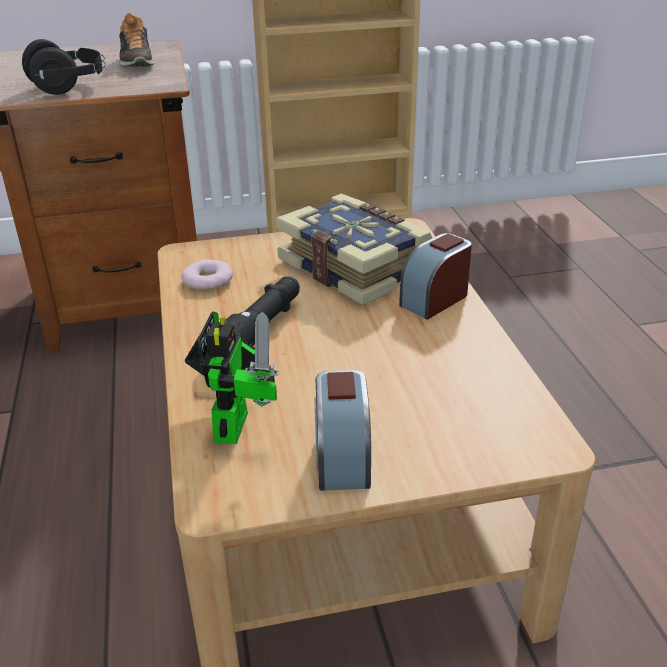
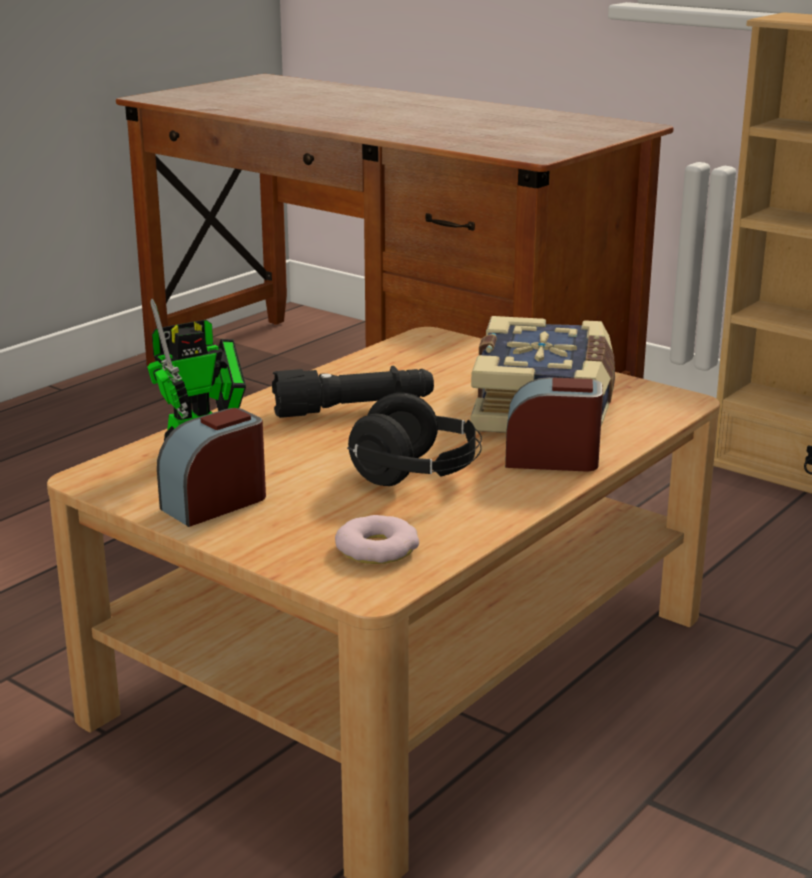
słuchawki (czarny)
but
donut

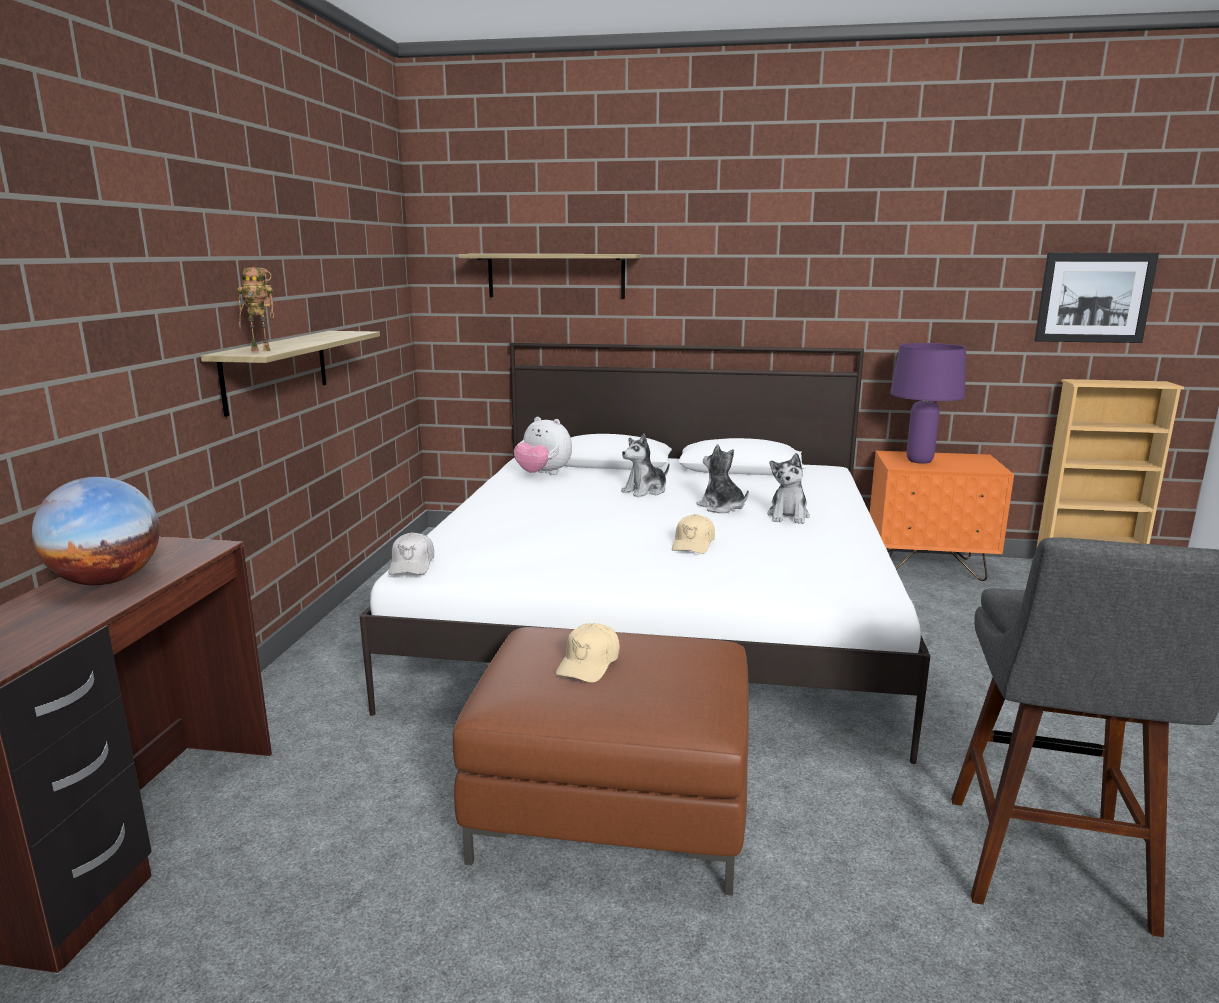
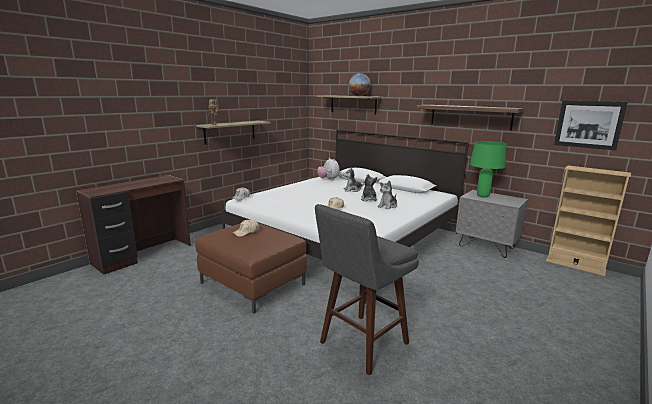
globus
szafka nocna (szary)
lampa stołowa (zielony)
półka (3rd from left)

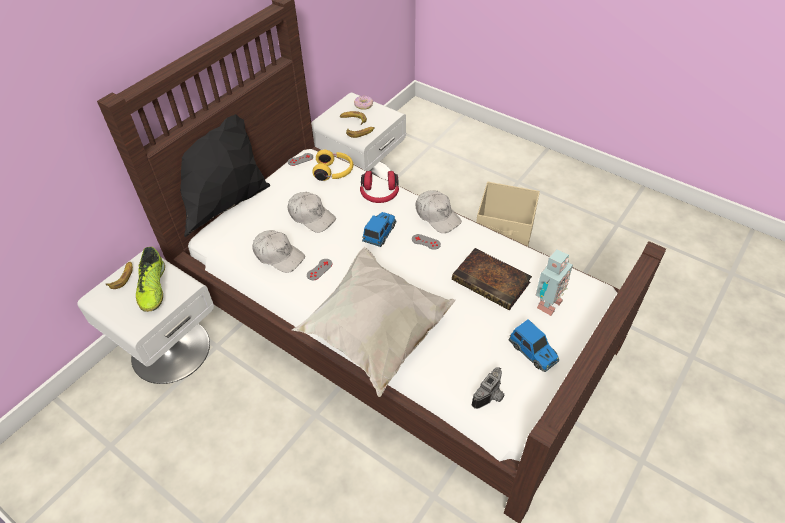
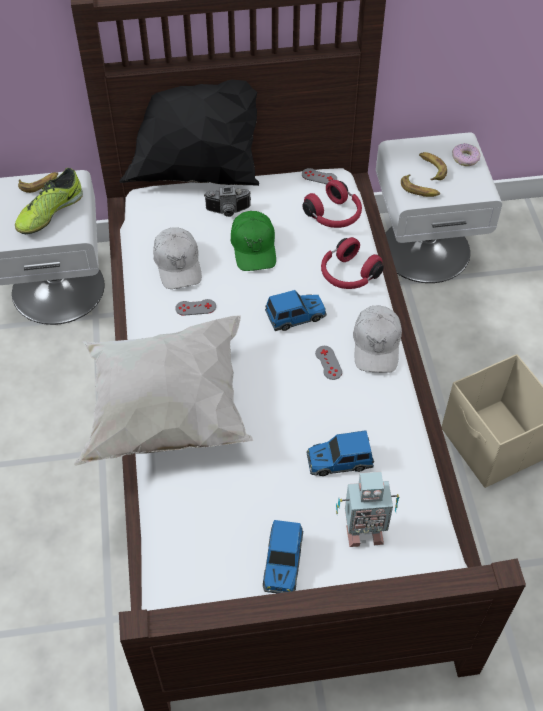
czapka z daszkiem (zielony)
słuchawki (czerwony) (1st from left)
samochodzik (3rd from left)
aparat fotograficzny

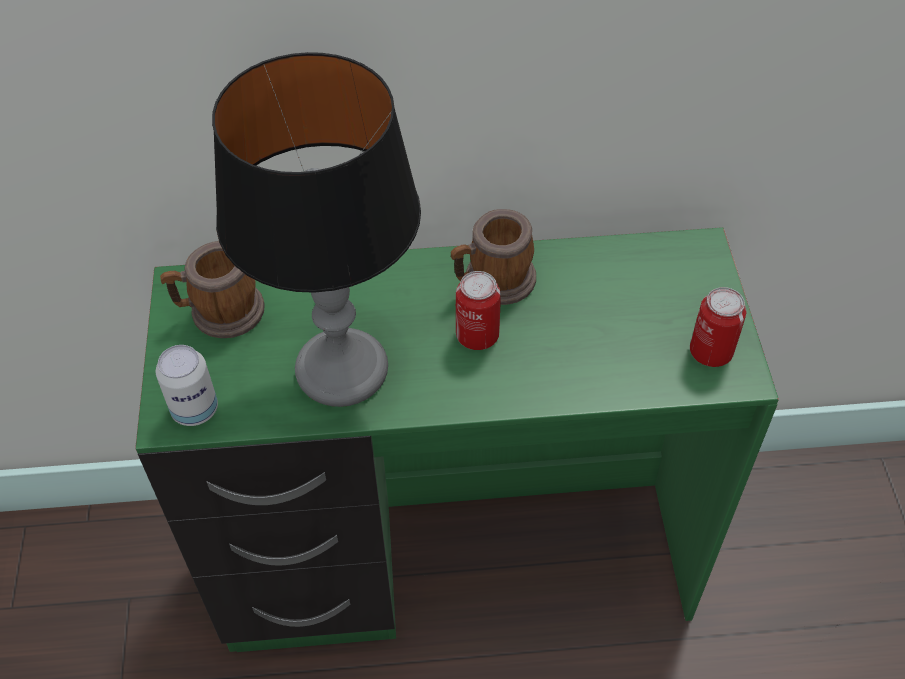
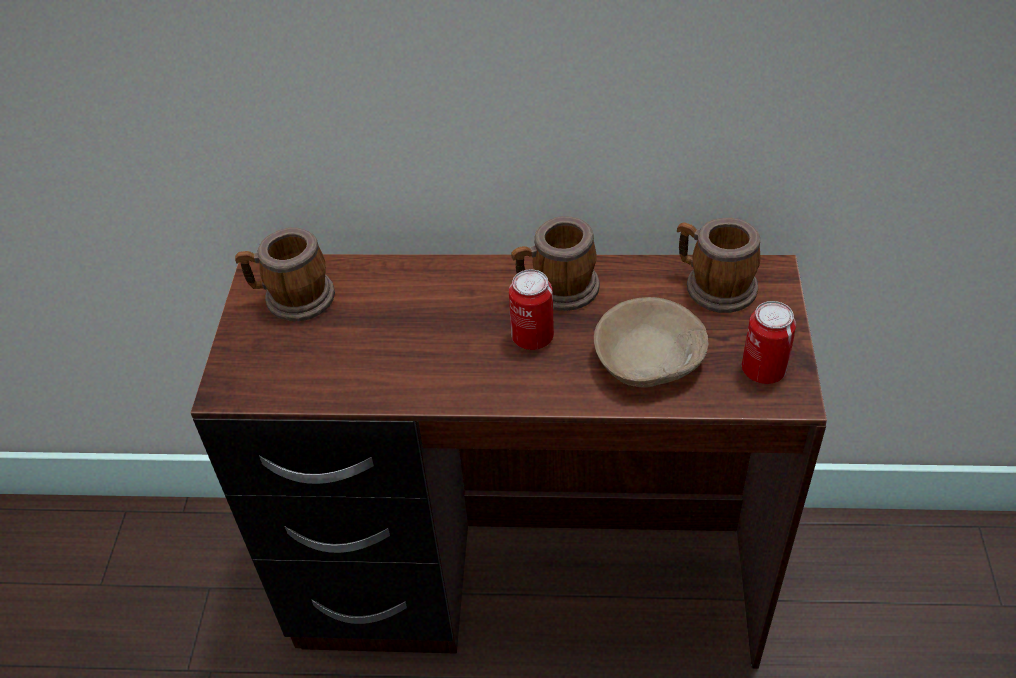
biurko (brązowy)
puszka (1st from left in the first image)
lampa stołowa
miska (beżowy)
kubek (3rd from left)

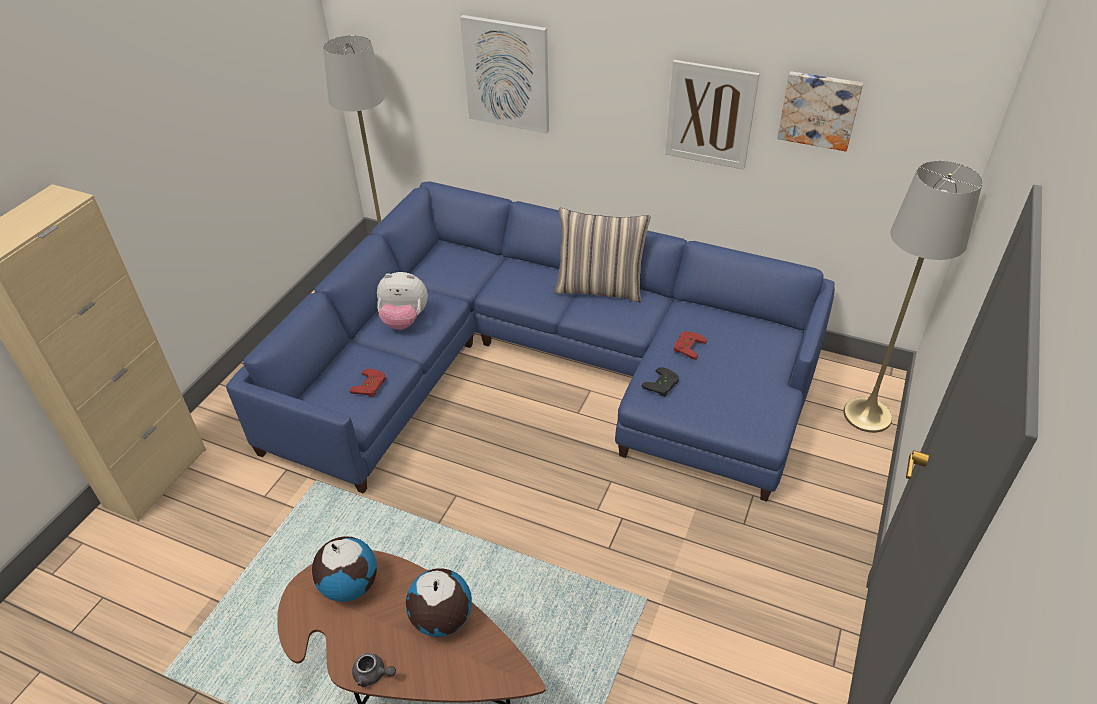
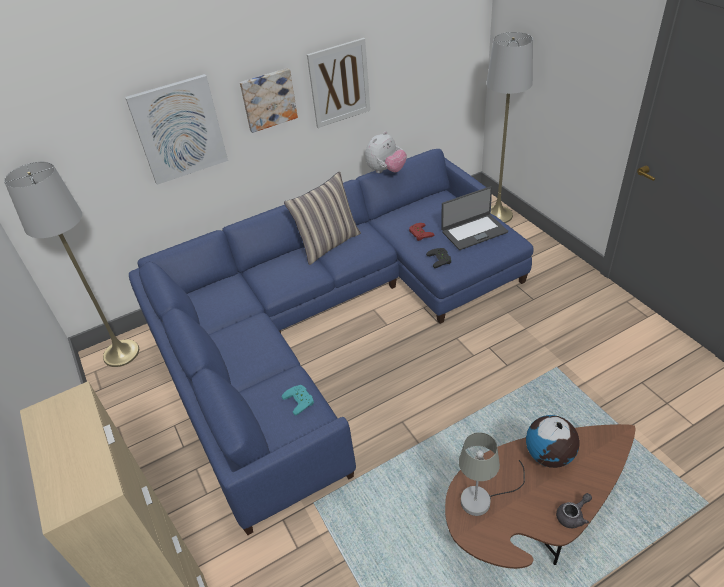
lampa stołowa (szary)
pad do gier (turkusowy)
pluszak
obraz (2nd from left)
laptop

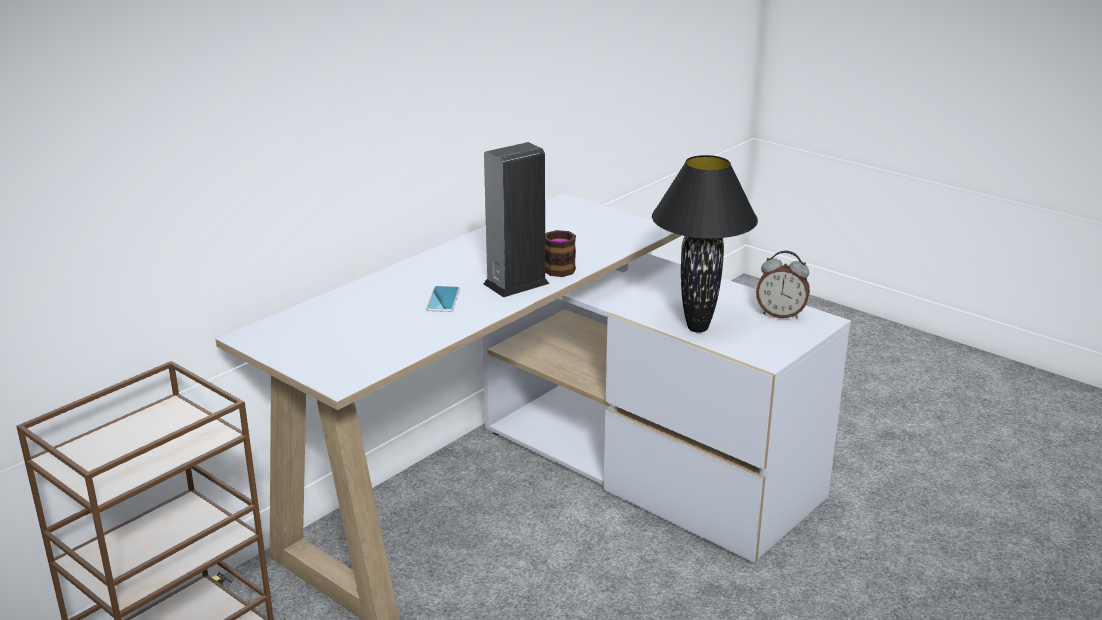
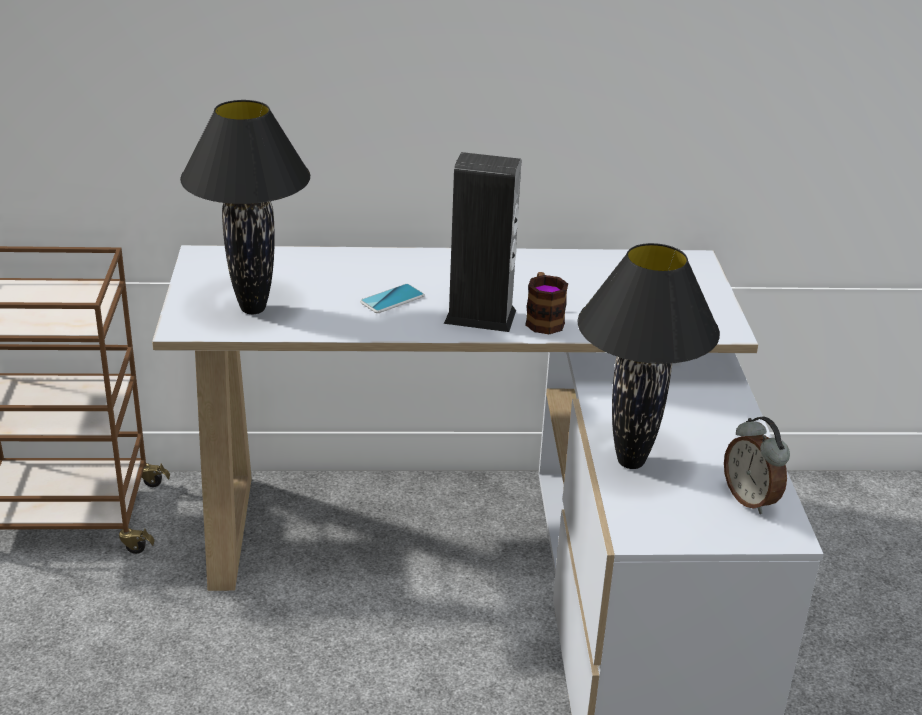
lampa stołowa (czarny) (1st from left)

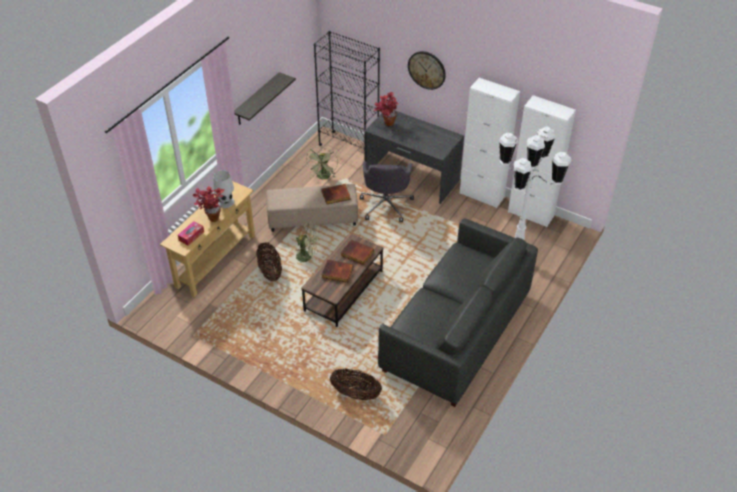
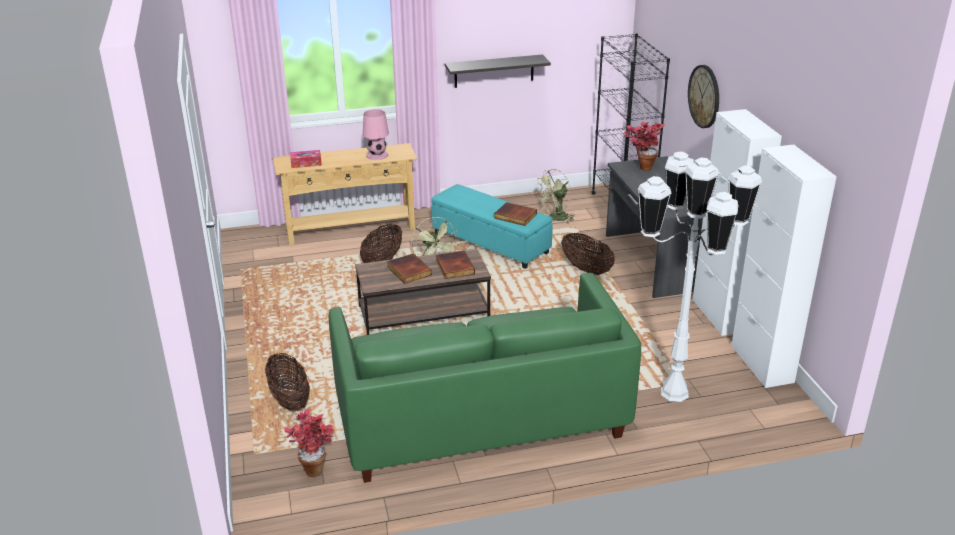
roślina doniczkowa (1st from left)
lampa stołowa (różowy)
pufa (turkusowy)
koszyk (3rd from left)
kanapa (zielony)

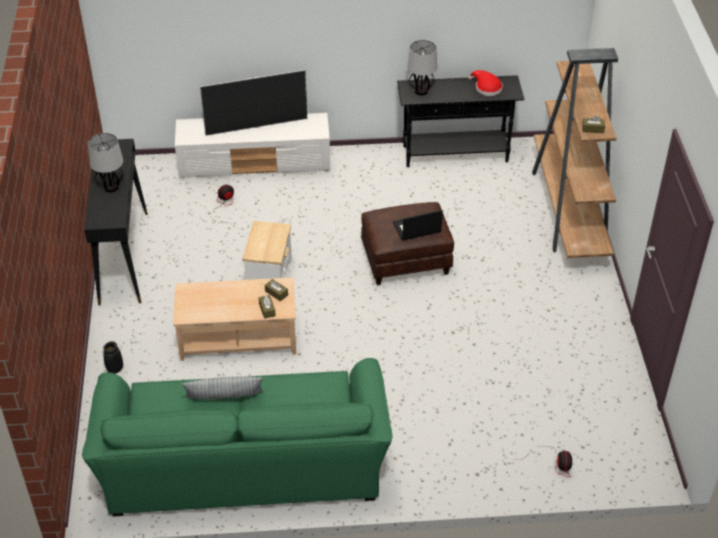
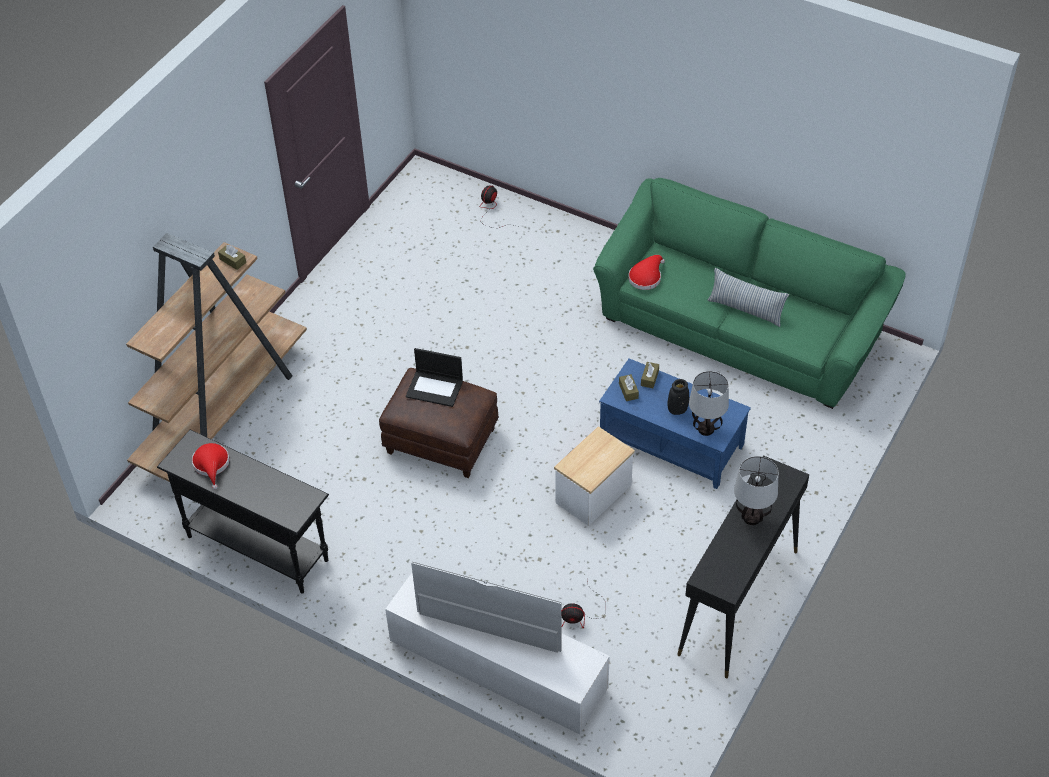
wazon (czarny)
ława (niebieski)
lampa stołowa (1st from left)
kapelusz (czerwony) (2nd from left)

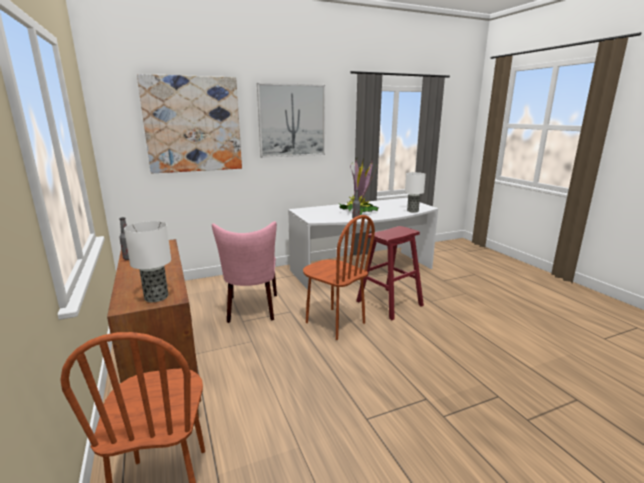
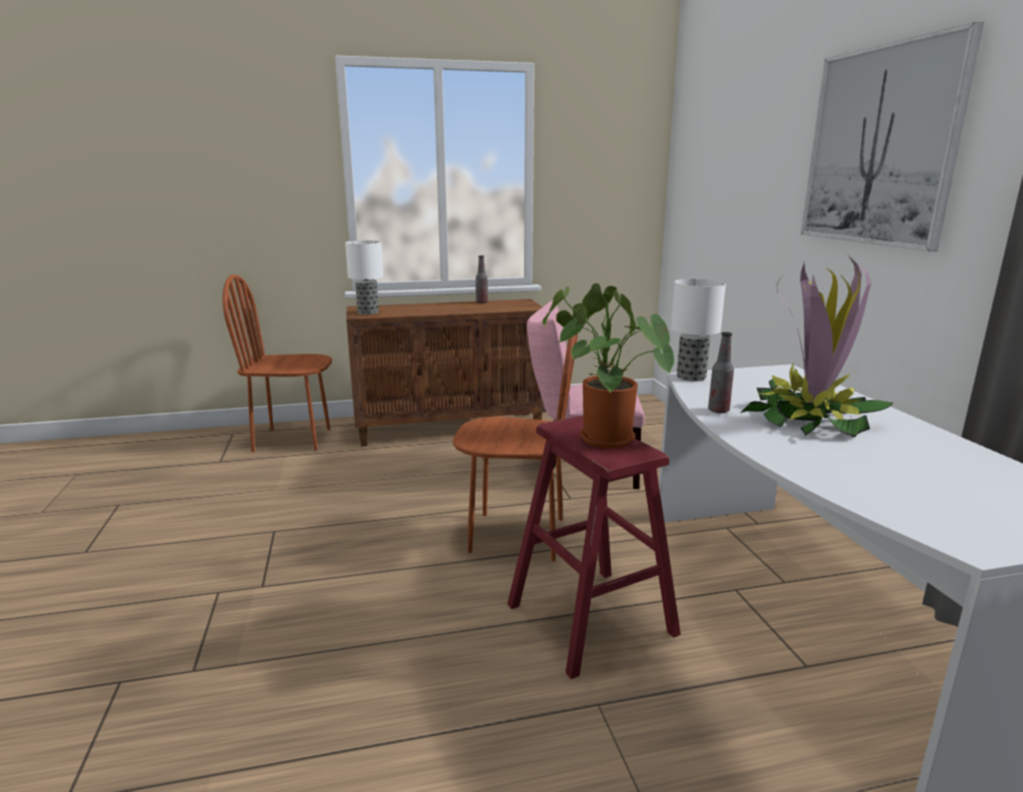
obraz (1st from left in the first image)
krzesło (brązowy) (2nd from left)
lampa stołowa (2nd from left)
roślina doniczkowa (1st from left)

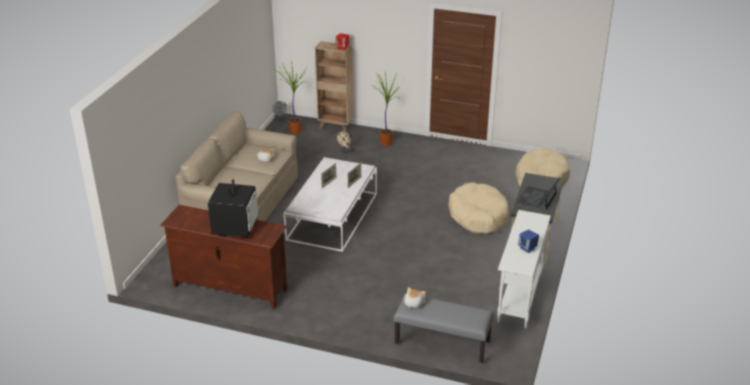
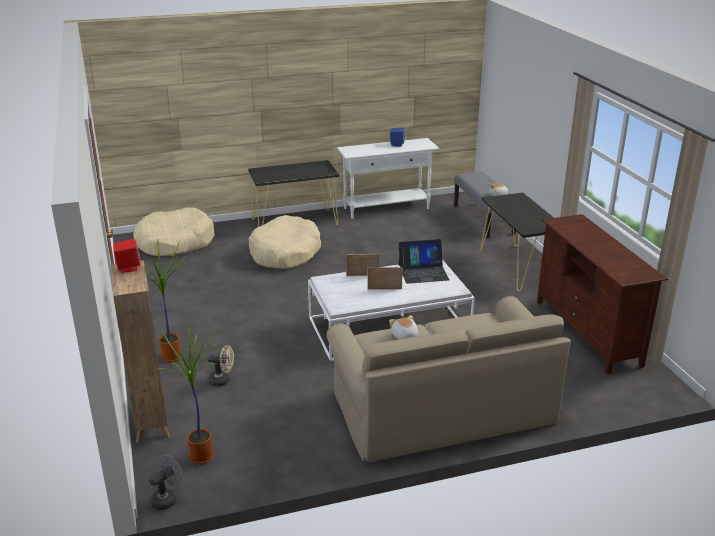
telewizor
laptop
stolik konsolowy (czarny) (2nd from left)

